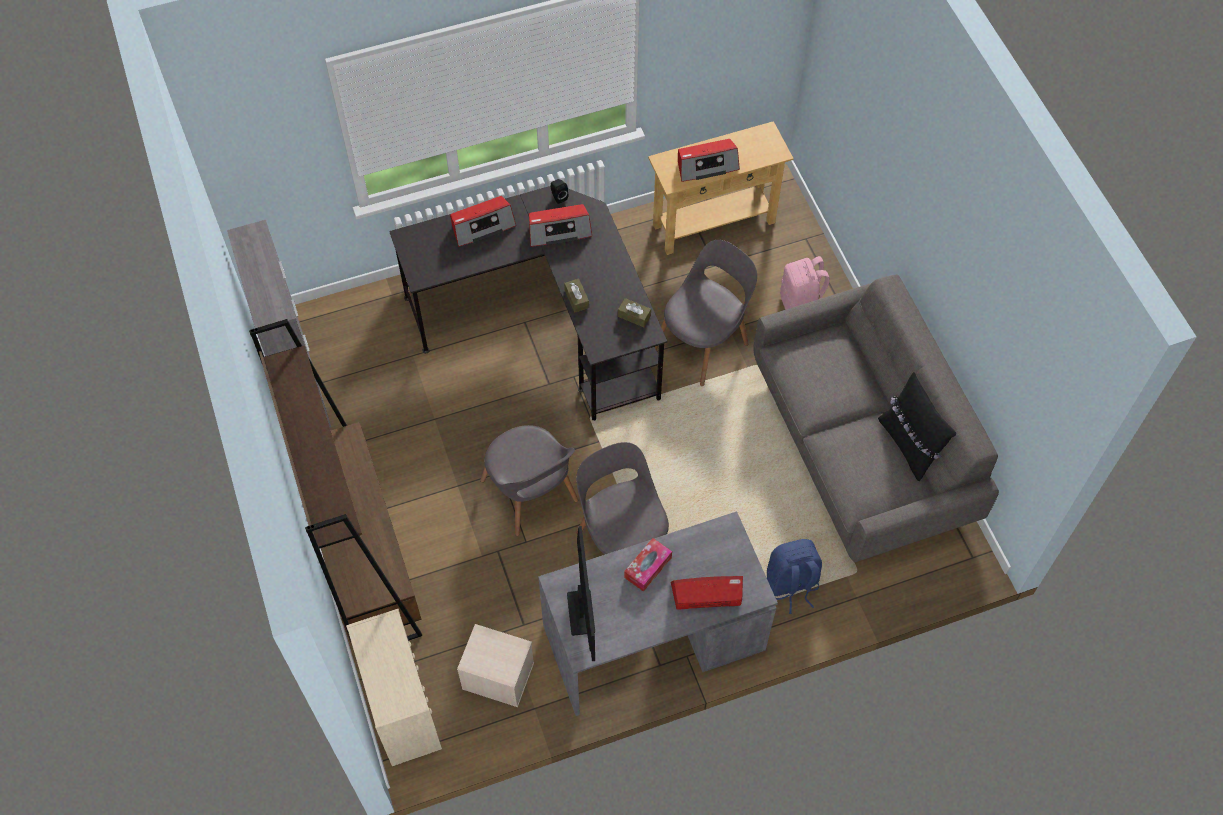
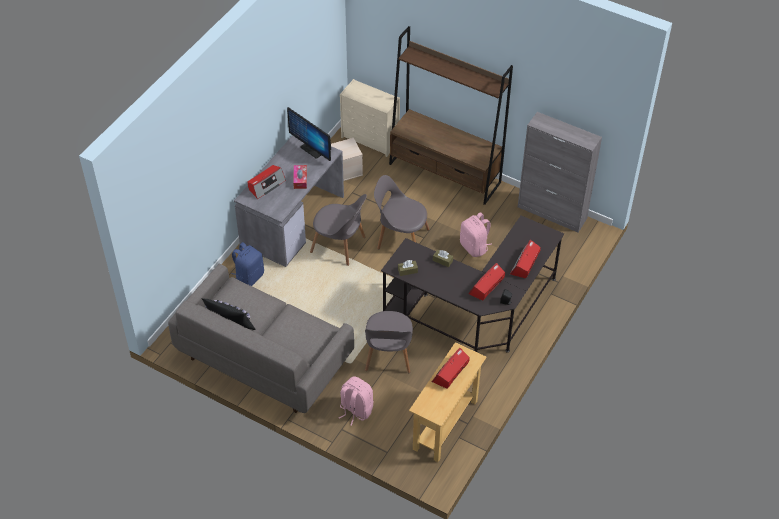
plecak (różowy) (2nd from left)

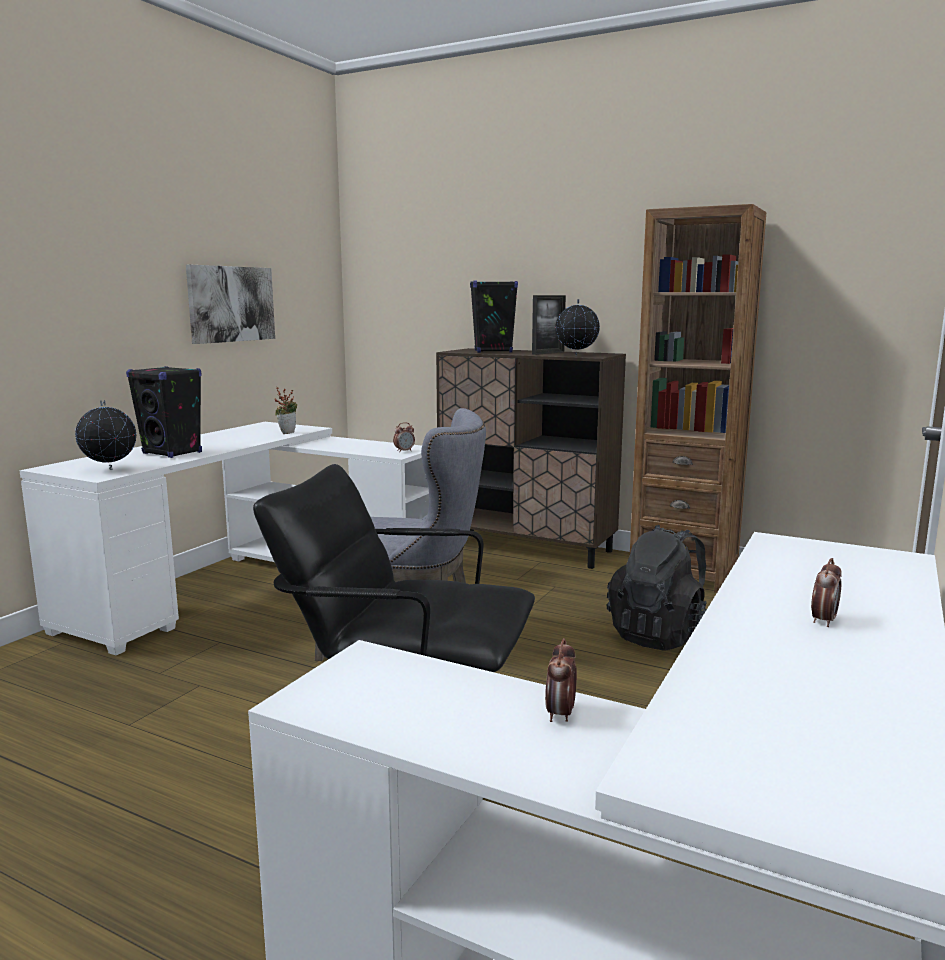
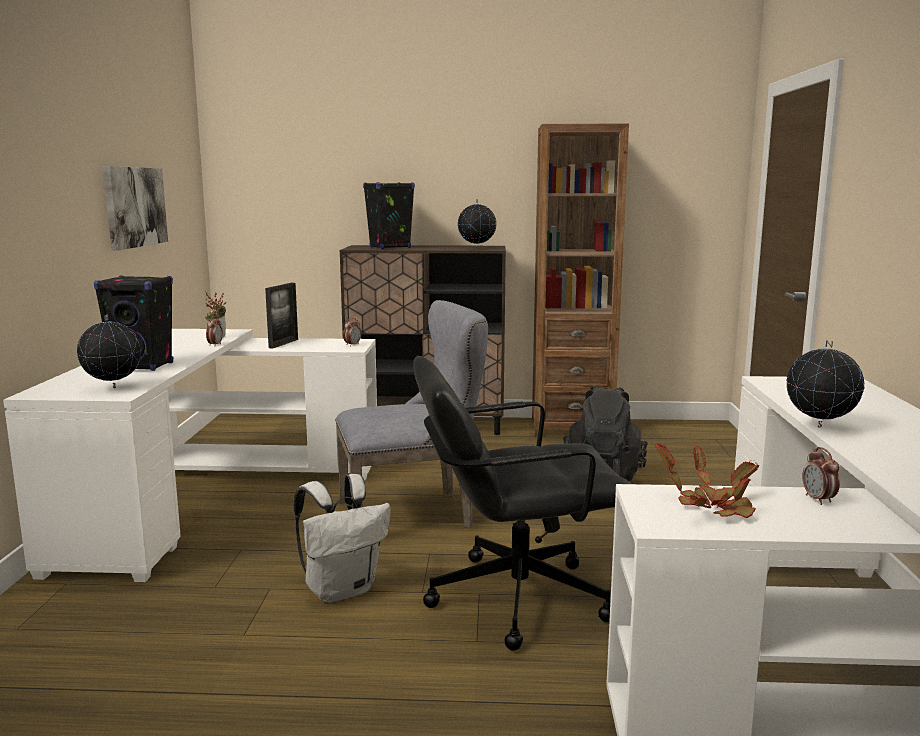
ramka na zdjęcie
budzik (1st from left)
plecak (biały)
roślina doniczkowa (2nd from left)
globus (3rd from left)

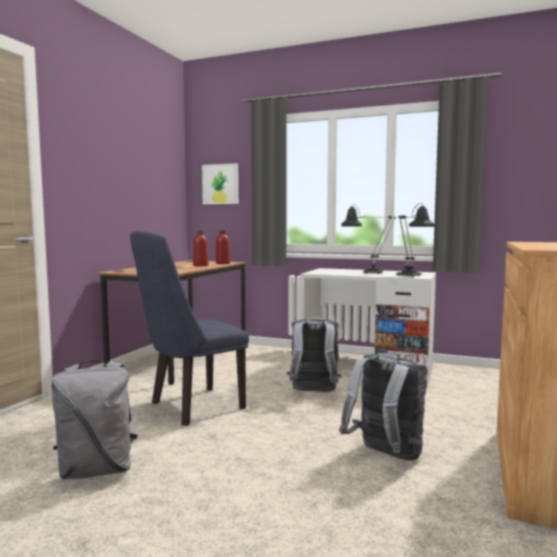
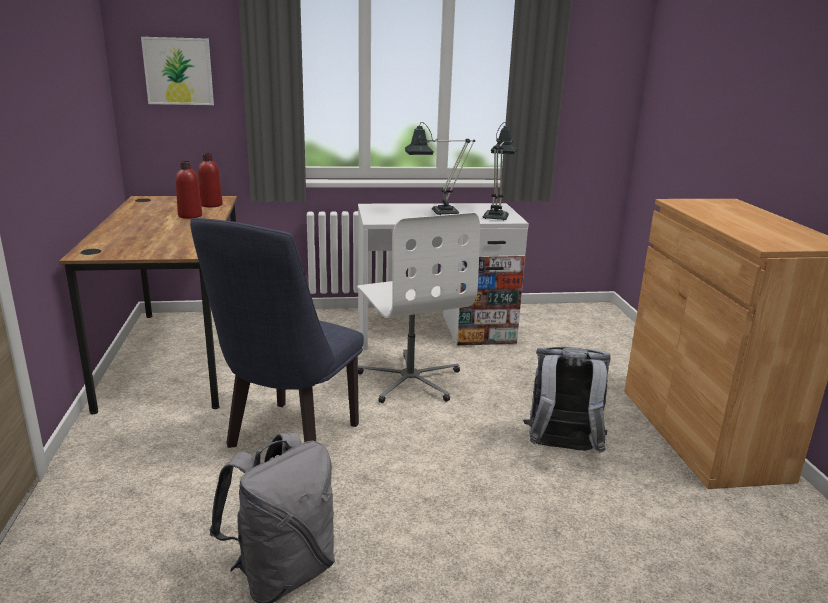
krzesło biurowe (biały)

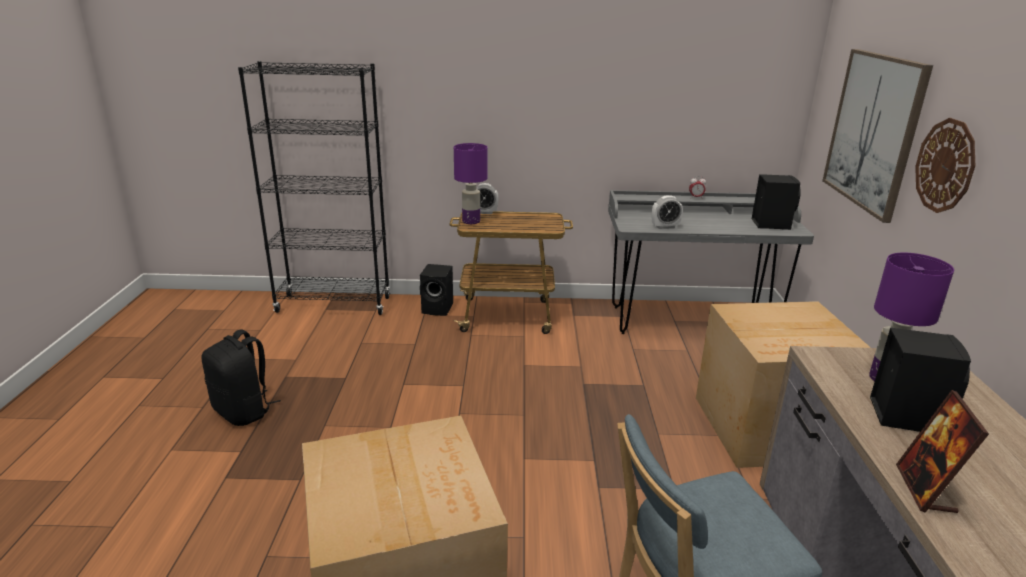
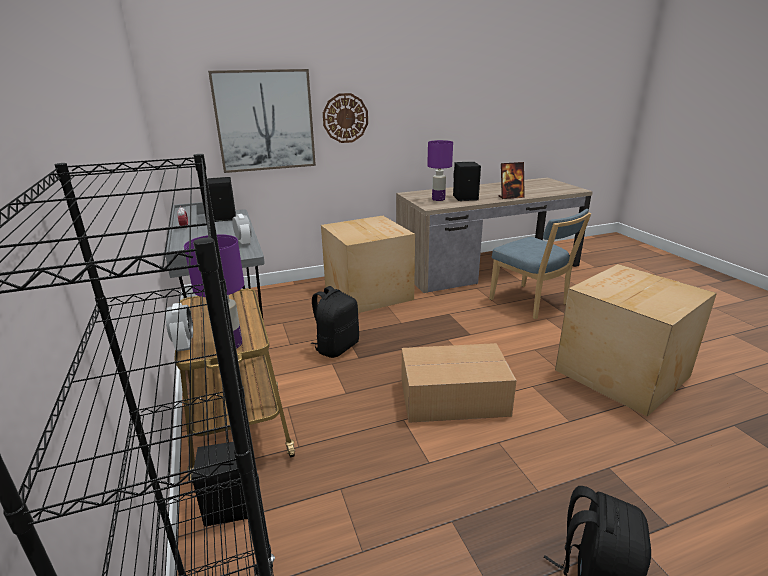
plecak (czarny) (1st from left)
karton (2nd from left)

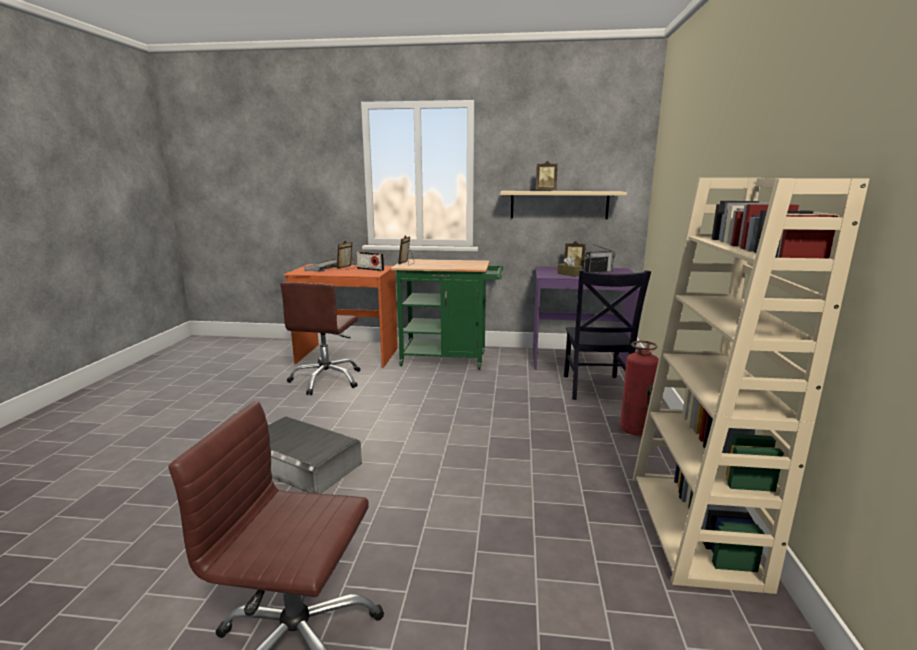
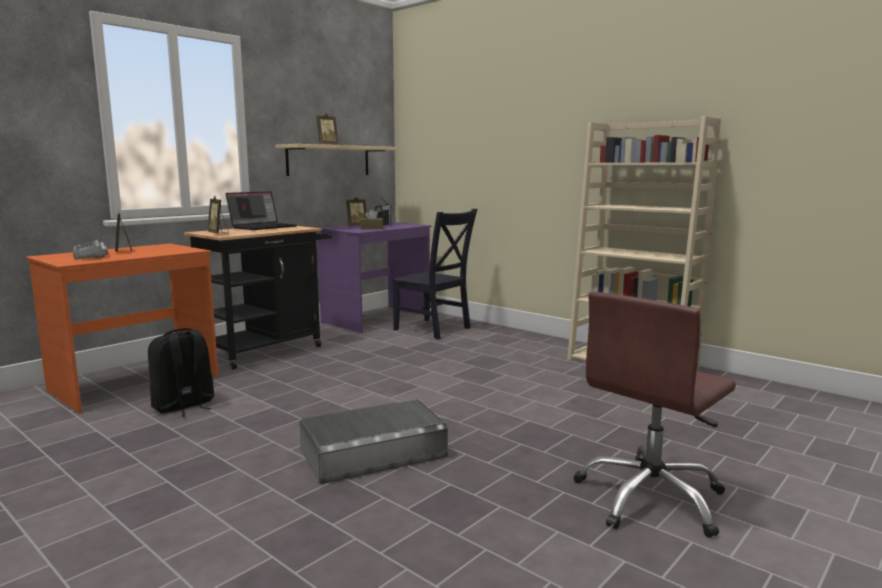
plecak (czarny)
radio (1st from left in the first image)
wózek (czarny)
gaśnica
laptop

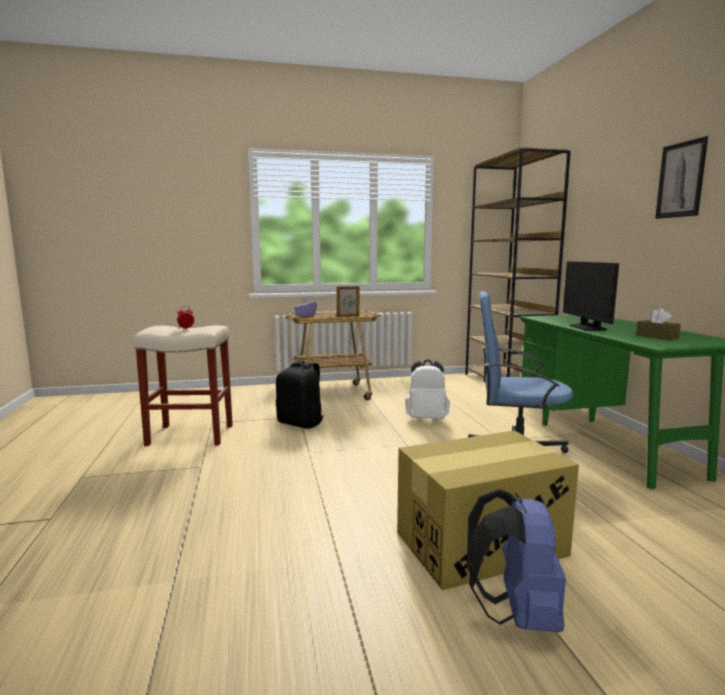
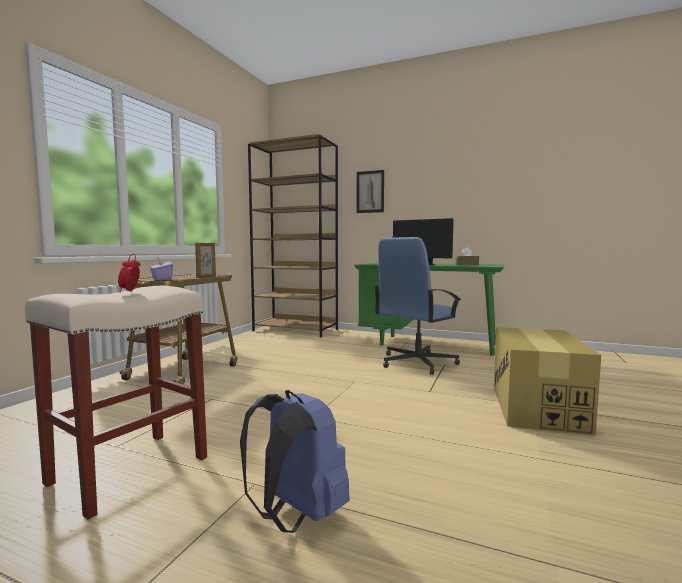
plecak (czarny)
plecak (biały)
plecak (niebieski)
obraz

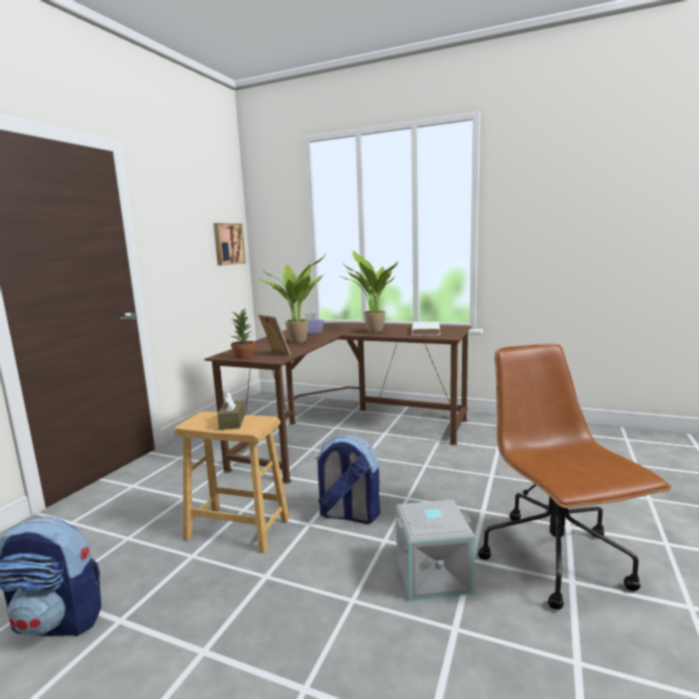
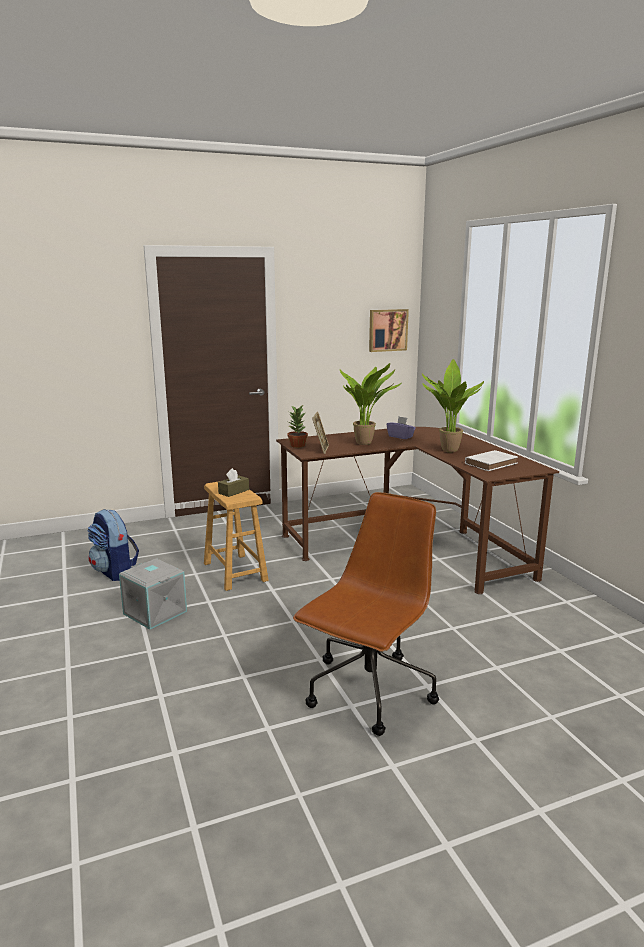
plecak (2nd from left in the first image)
pojemnik do przechowywania (szary)

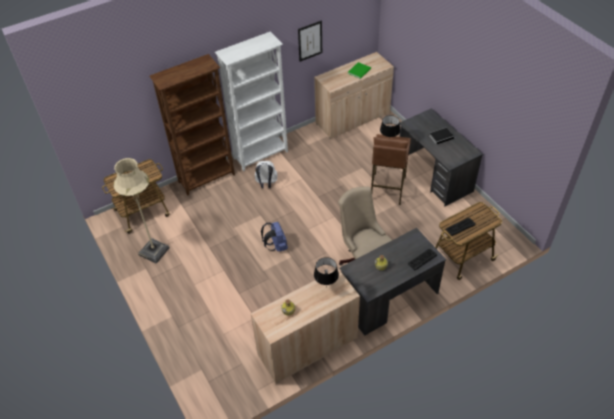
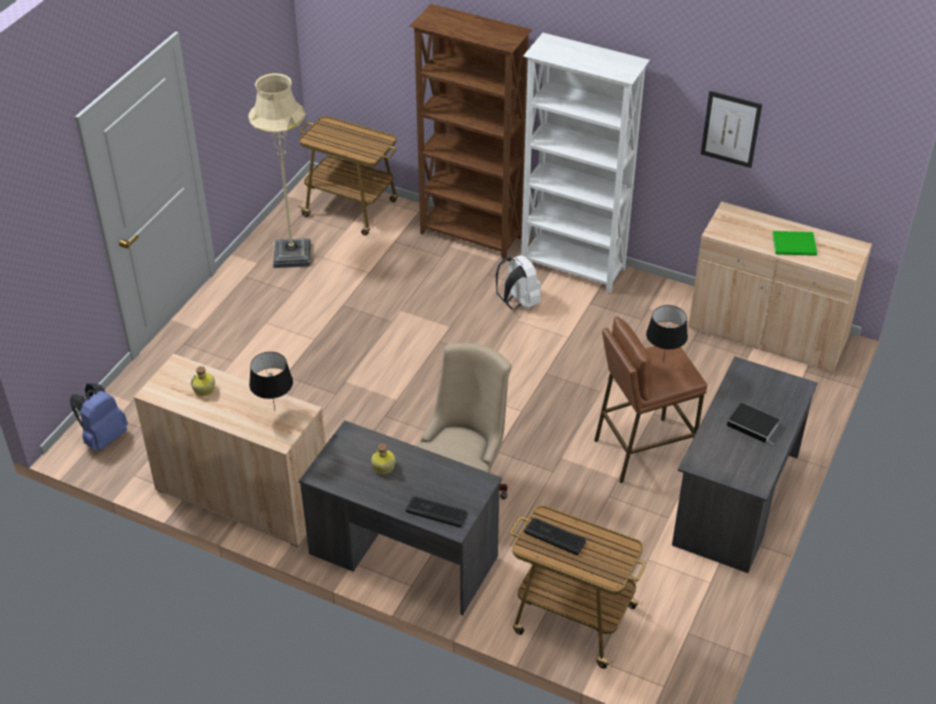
plecak (niebieski)

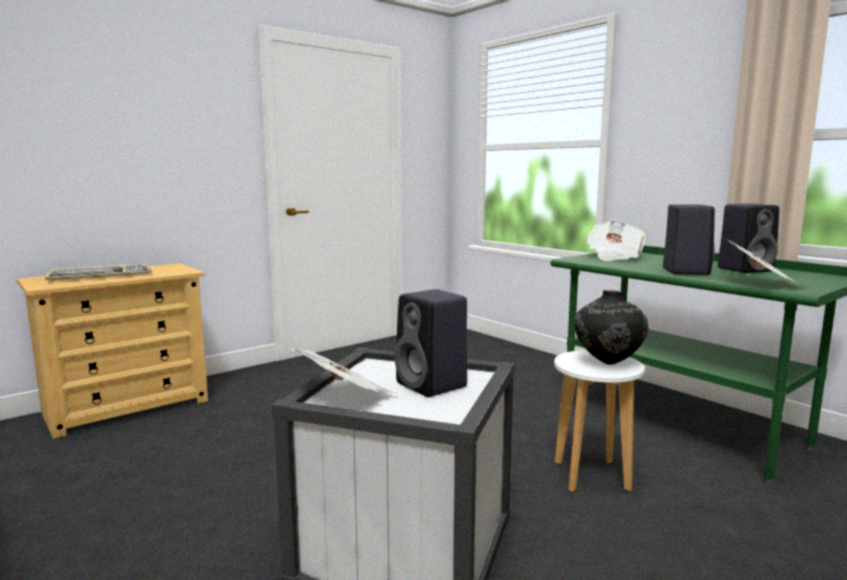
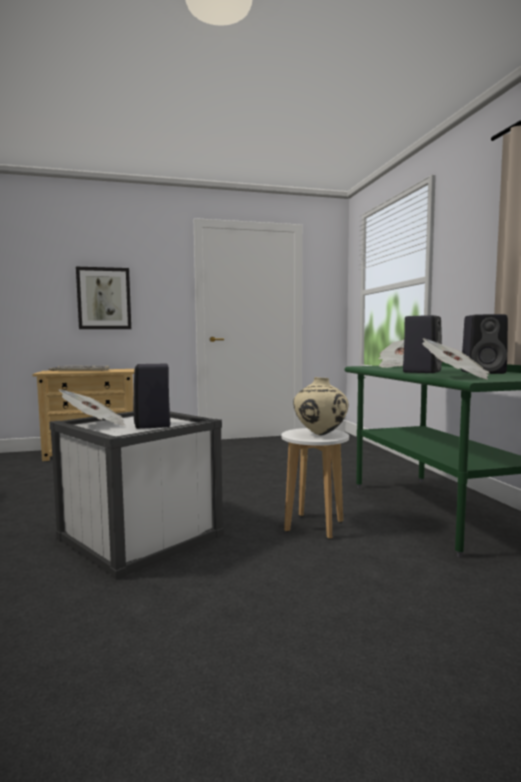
wazon (beżowy)
obraz

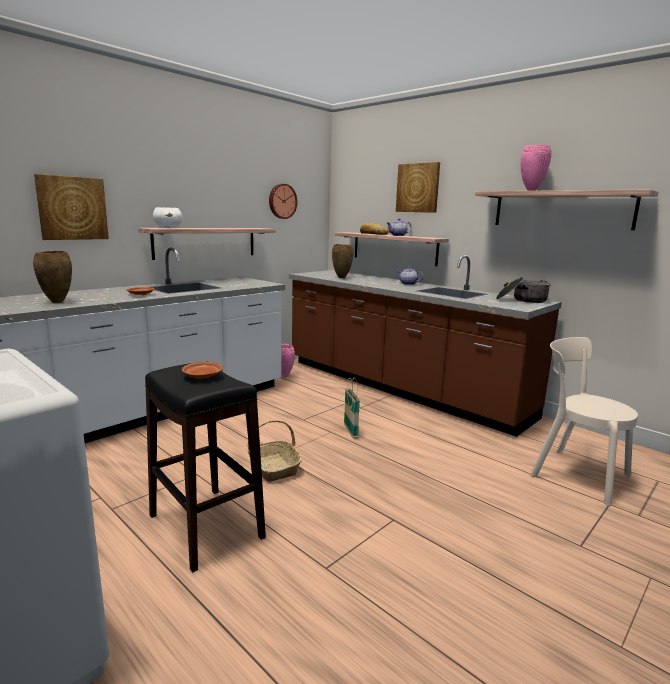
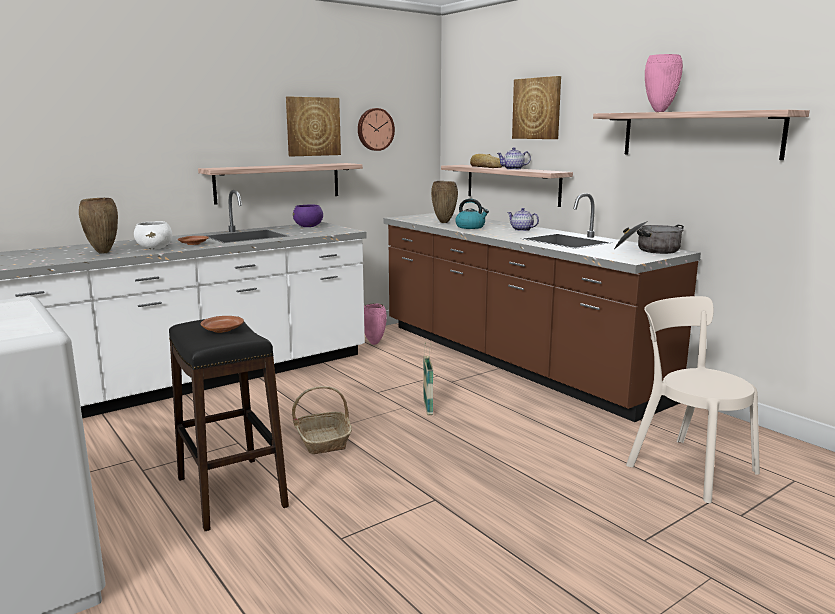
obraz (1st from left)
miska (biały)
miska (fioletowy)
czajnik

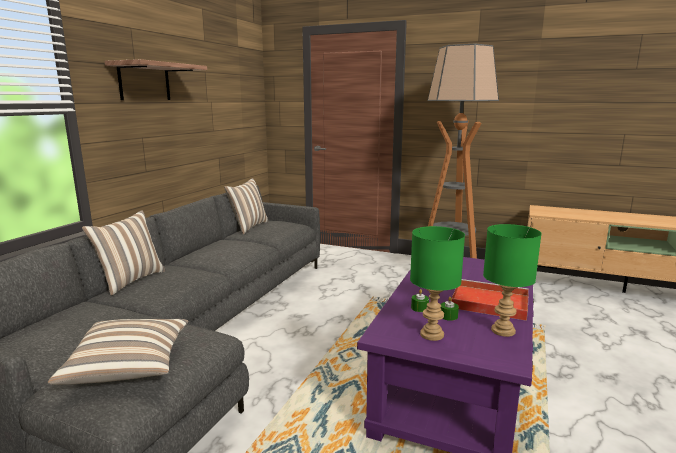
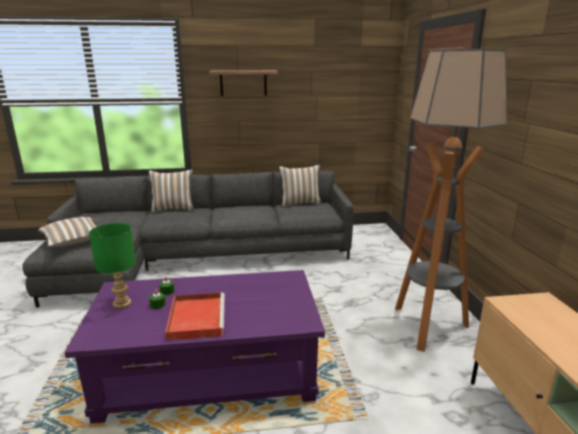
lampa stołowa (zielony) (2nd from left in the first image)

